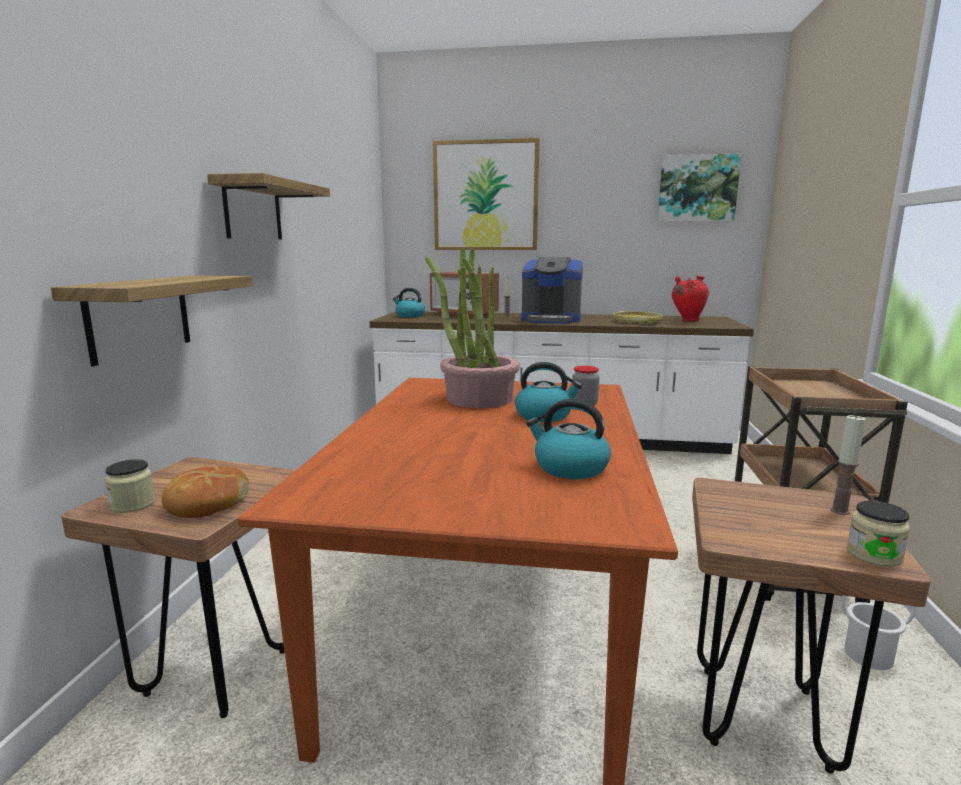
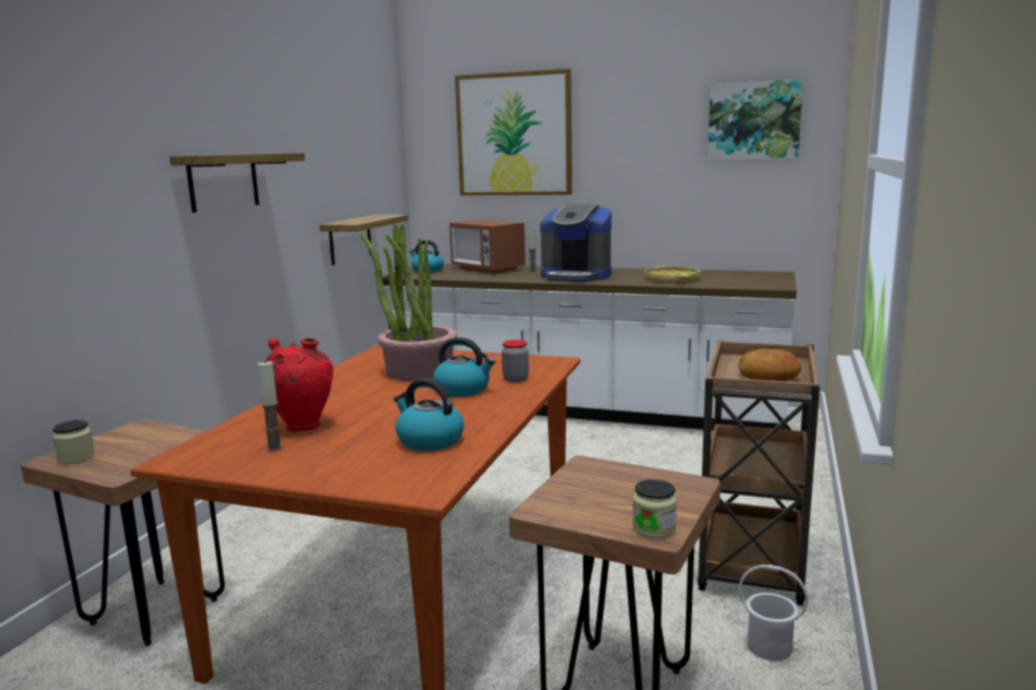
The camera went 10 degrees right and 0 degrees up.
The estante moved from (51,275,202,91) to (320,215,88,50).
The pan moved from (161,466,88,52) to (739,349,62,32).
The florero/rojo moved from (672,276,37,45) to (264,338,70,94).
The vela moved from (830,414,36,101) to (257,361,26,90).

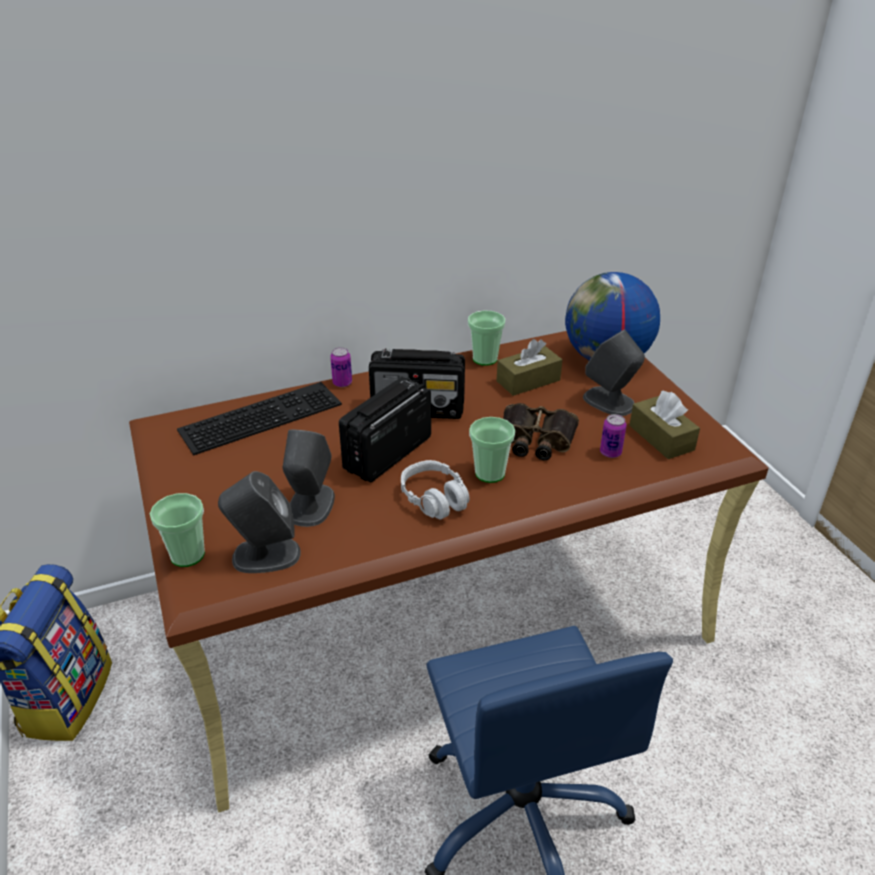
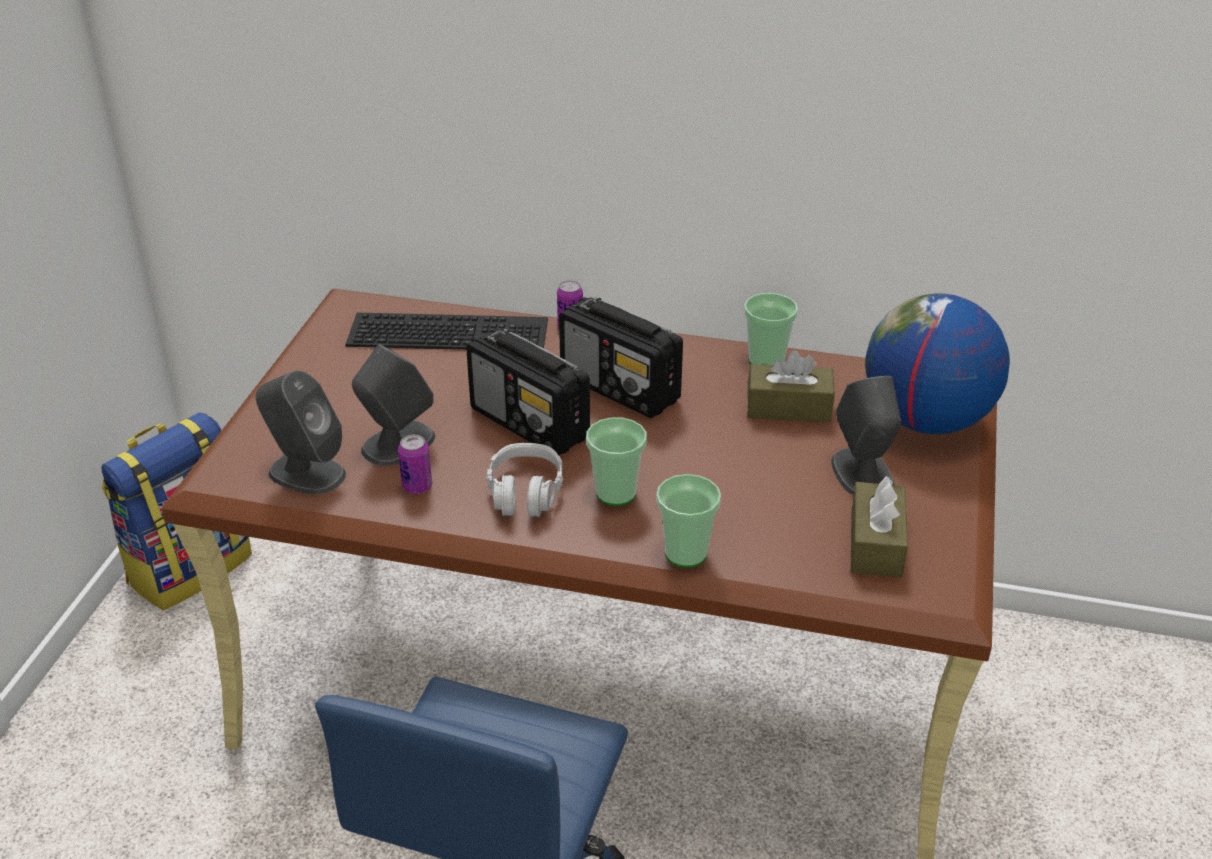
The camera went 35 degrees right and 0 degrees up.
The taza moved from (150,493,55,74) to (656,474,65,94).
The radio at (339,377,92,105) turned 120 degrees counterclockwise.
The prismáticos at (503,403,76,58) disappeared.
The lata moved from (600,414,27,44) to (398,434,34,60).

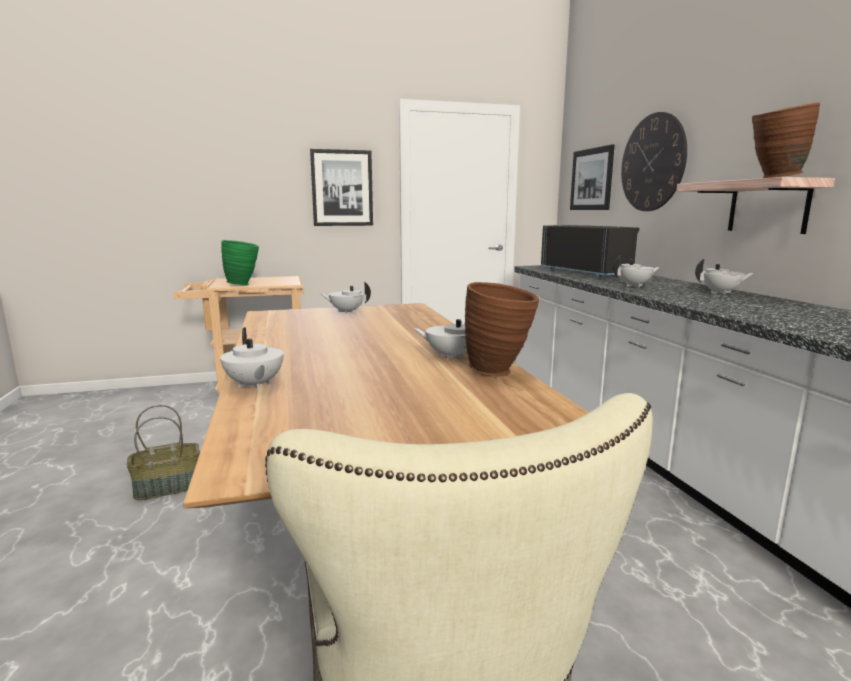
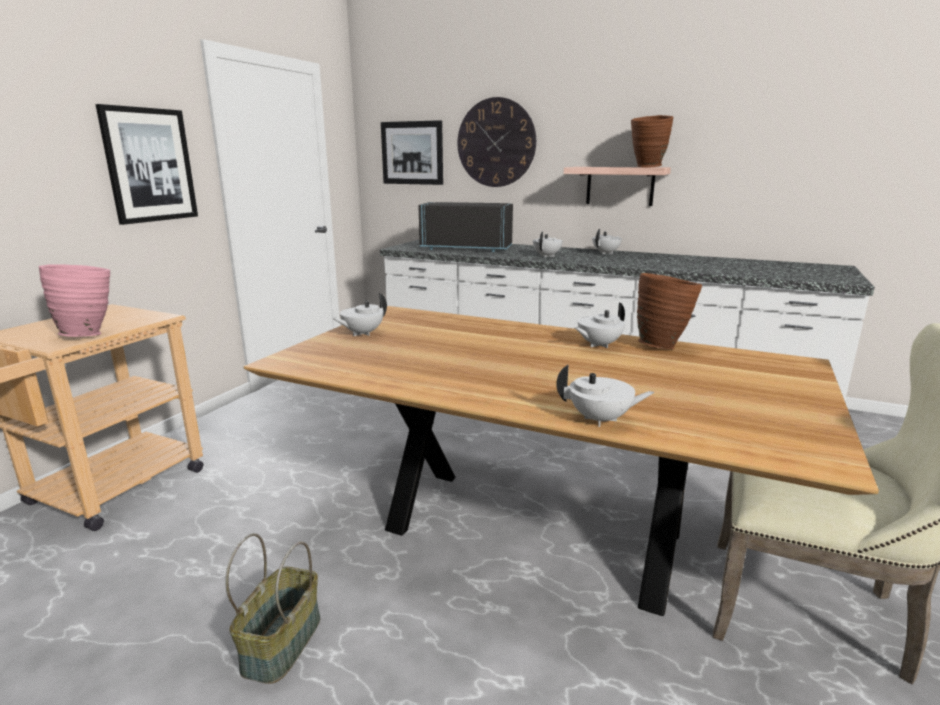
The camera went 50 degrees left and 5 degrees up.
The florero/verde at (221,240,38,45) became the florero/rosa at (39,264,71,73).

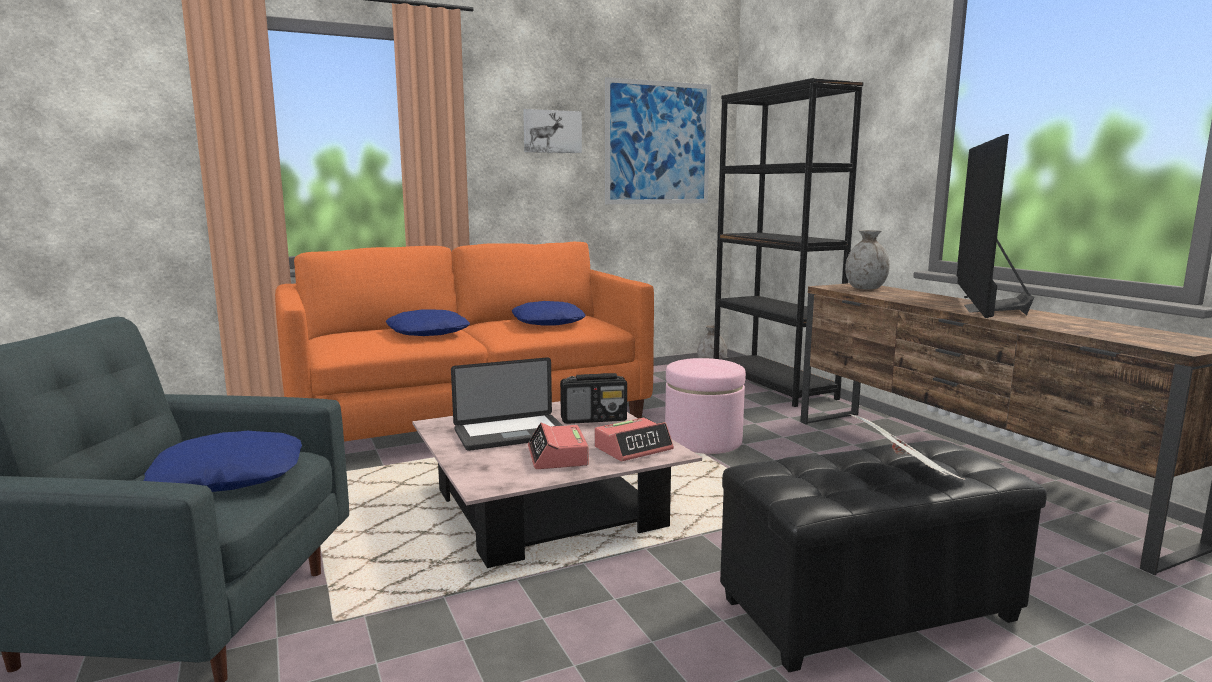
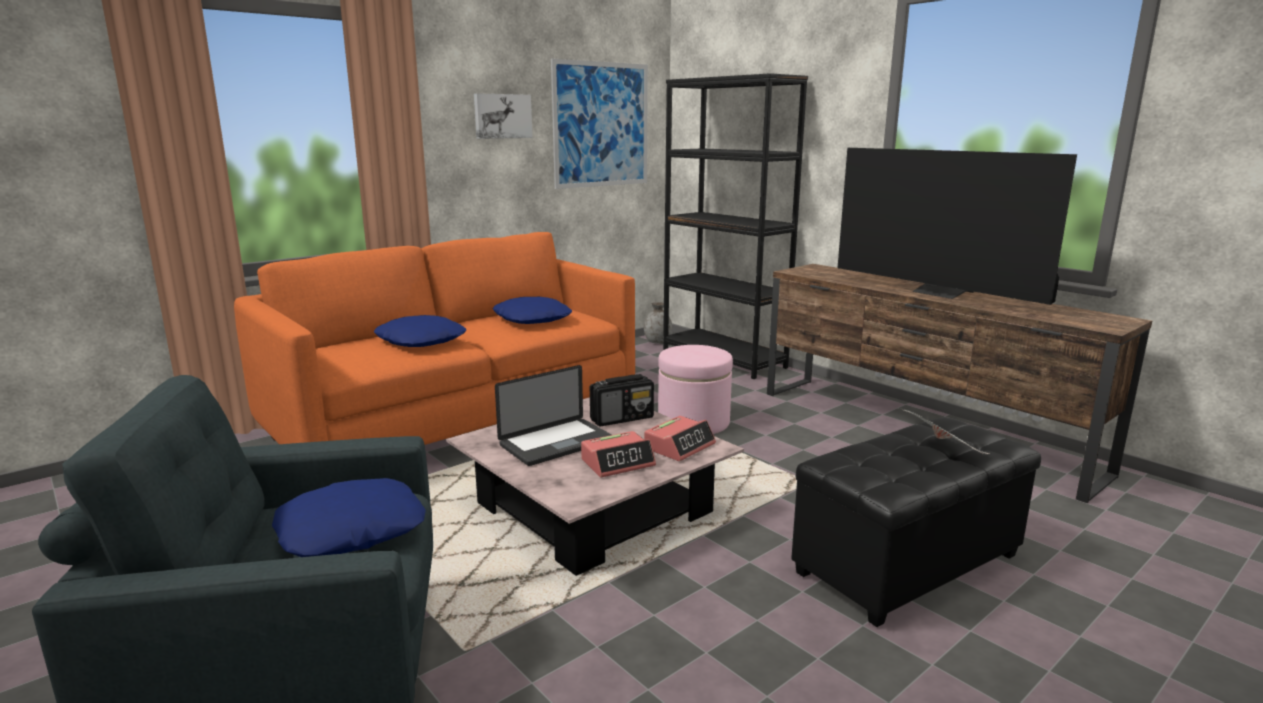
The camera went 15 degrees left and 5 degrees up.
The despertador at (528,422,61,47) turned 90 degrees counterclockwise.
The florero/gris at (845,230,45,59) disappeared.
The televisor at (956,134,78,184) turned 45 degrees counterclockwise.

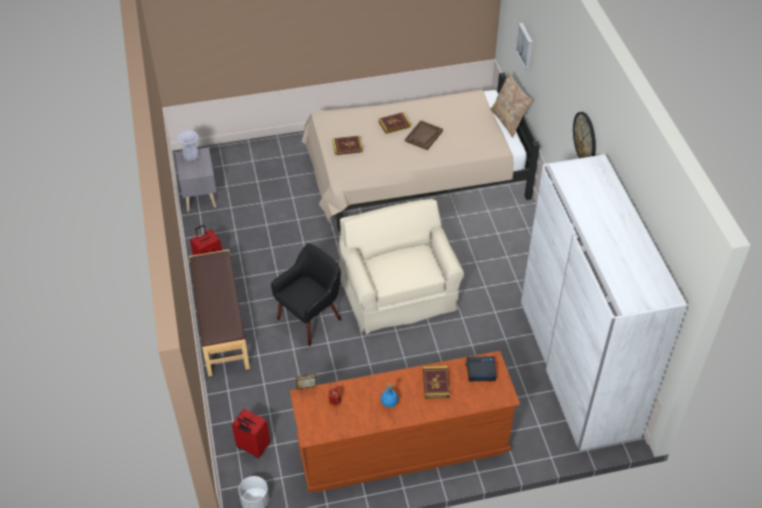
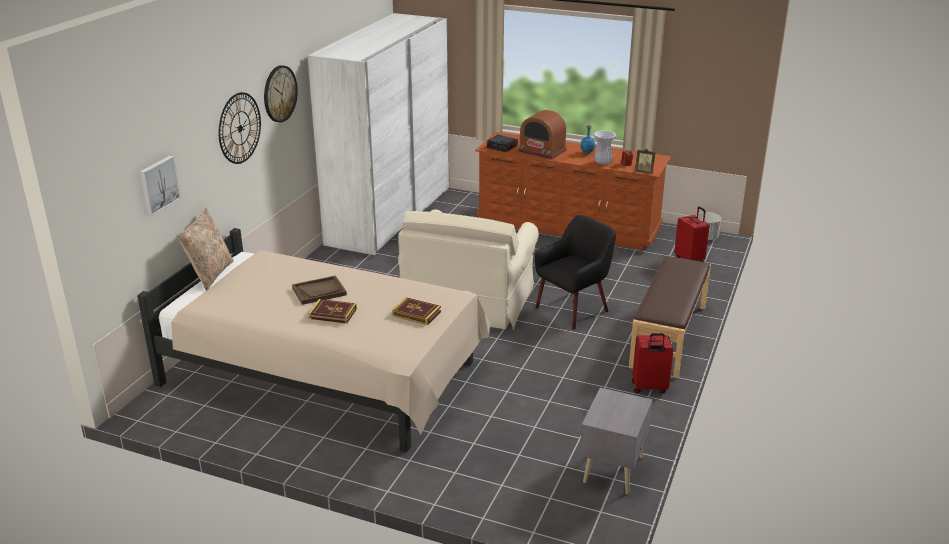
The camera went 145 degrees left and 20 degrees down.
The florero/blanco moved from (177,130,22,31) to (593,130,23,35).
The sillón/negro at (271,244,71,102) turned 150 degrees clockwise.
The libro at (423,366,27,33) was replaced by the radio at (518,110,49,49).
The reloj de pared at (219,92,42,72) appeared.

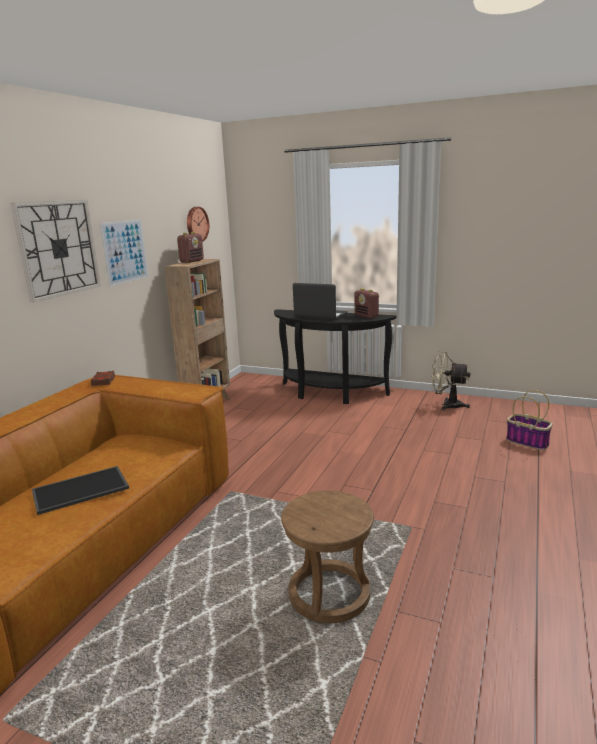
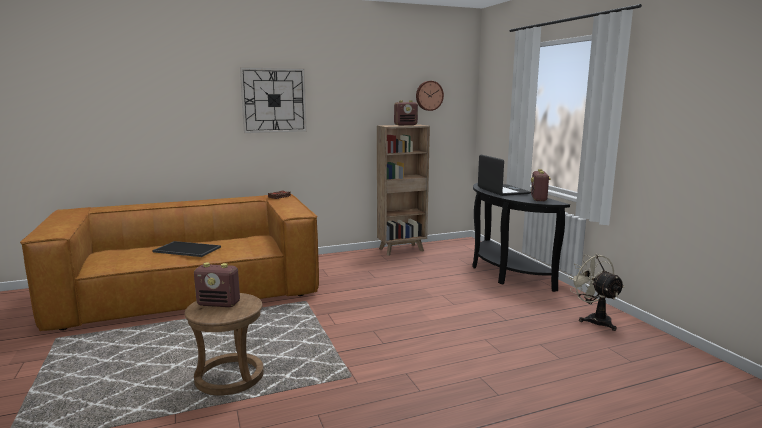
The camera went 45 degrees right and 5 degrees down.
The cuadro at (100,219,48,67) disappeared.
The cesta at (506,390,47,60) disappeared.
The radio at (194,262,46,45) appeared.

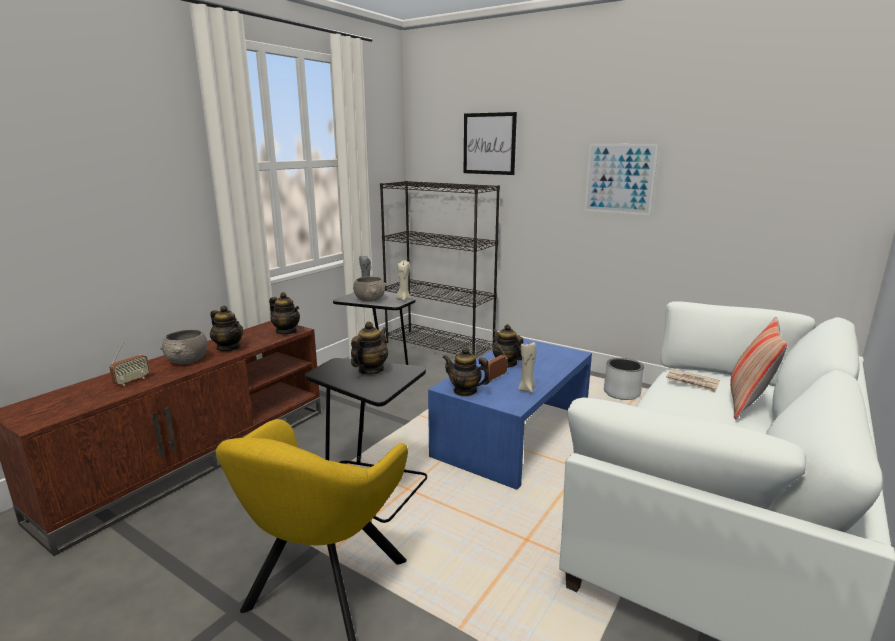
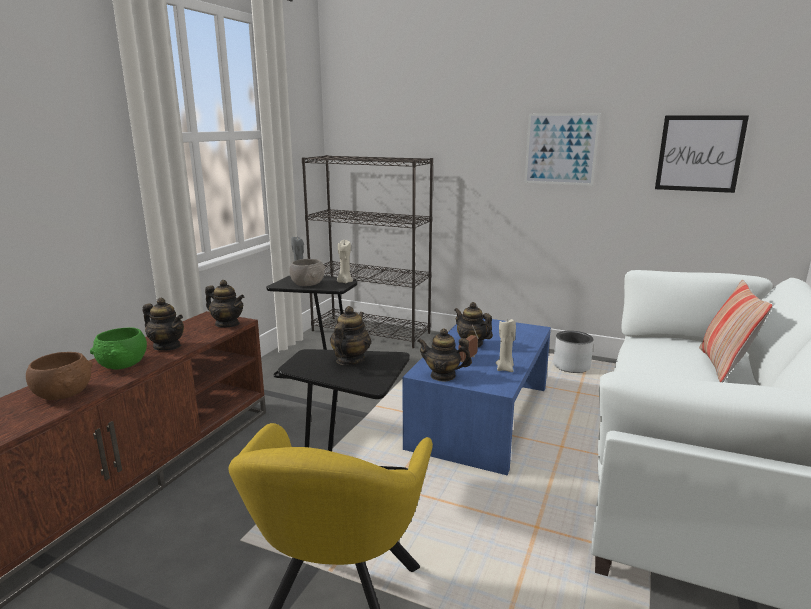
The camera went 10 degrees left and 0 degrees up.
The radio at (109,342,41,44) was replaced by the cuenco/marrón at (26,352,67,48).
The cuenco/gris at (160,329,48,35) became the cuenco/verde at (90,327,57,42).
The cuadro moved from (464,112,53,63) to (655,115,94,78).
The periódico at (666,369,54,23) disappeared.

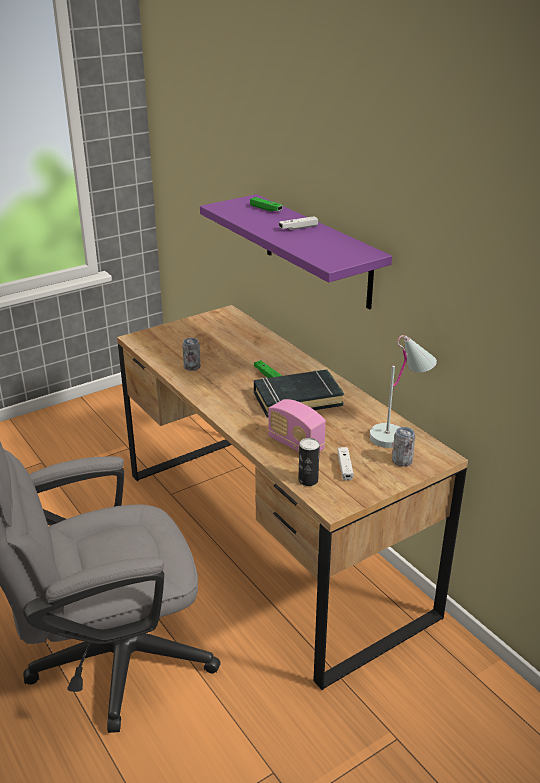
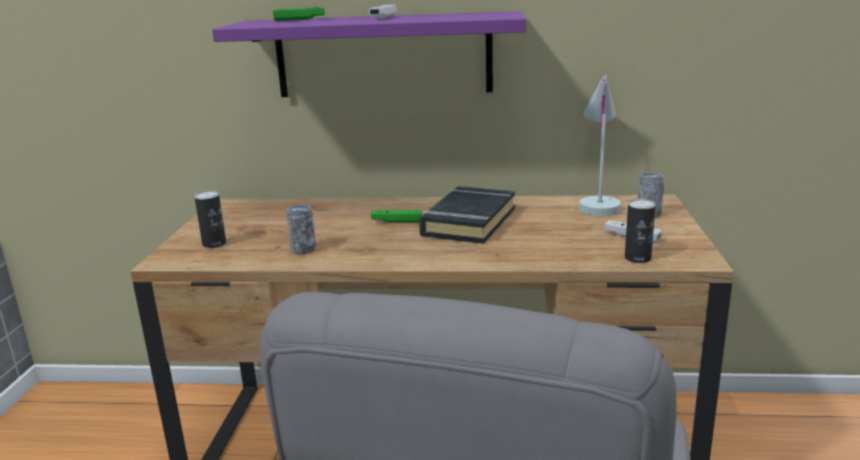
The camera went 50 degrees left and 10 degrees down.
The radio at (268,399,58,53) disappeared.
The lata at (195,191,31,57) appeared.

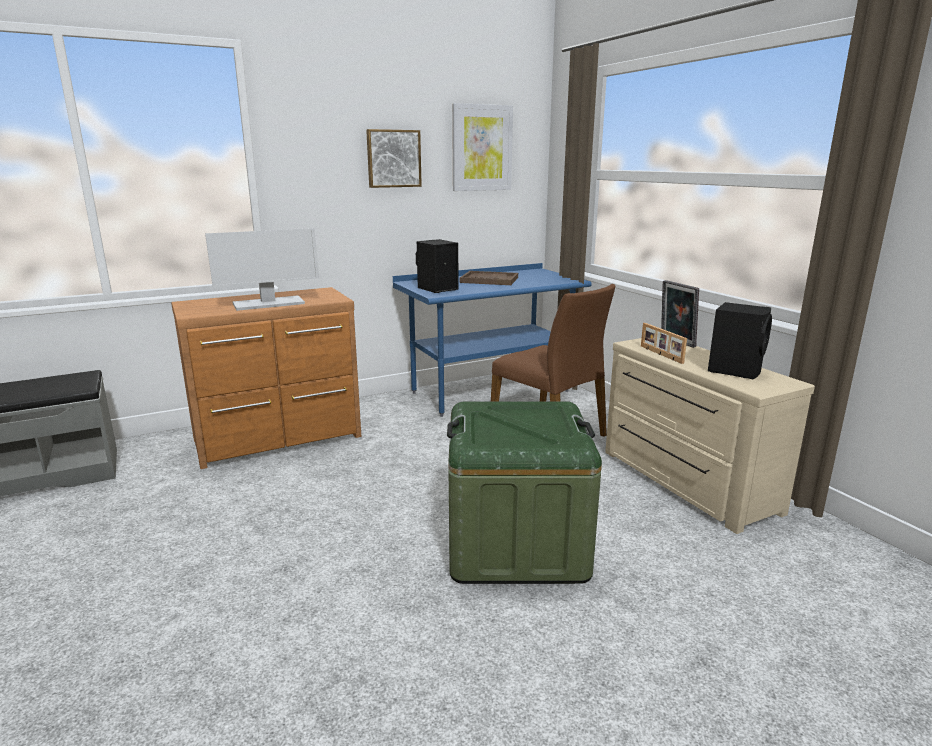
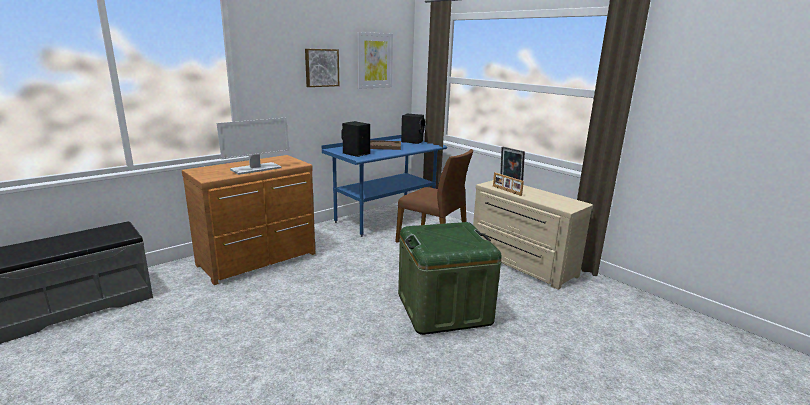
The camera went 15 degrees left and 0 degrees up.
The altavoz/negro moved from (708,302,64,77) to (401,114,24,30).

